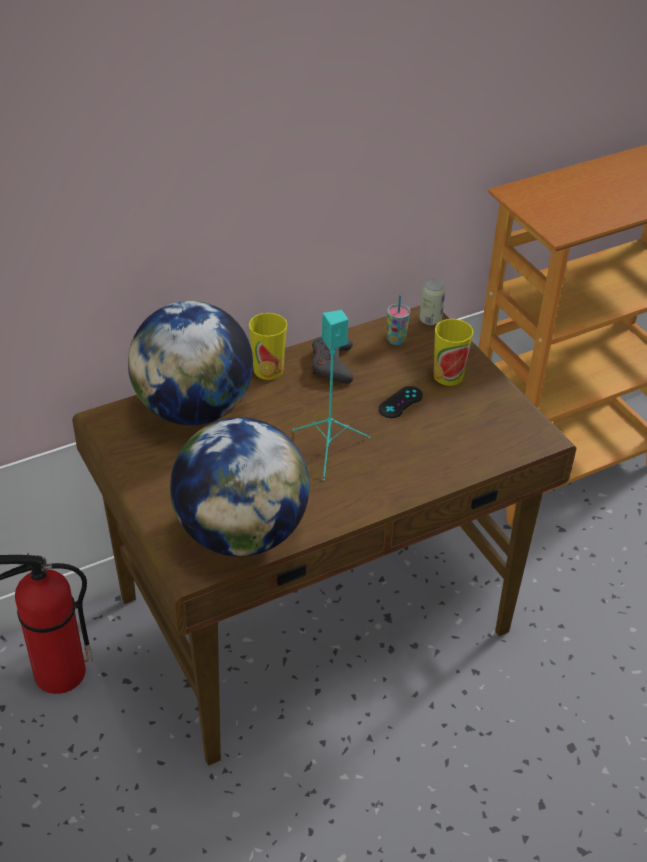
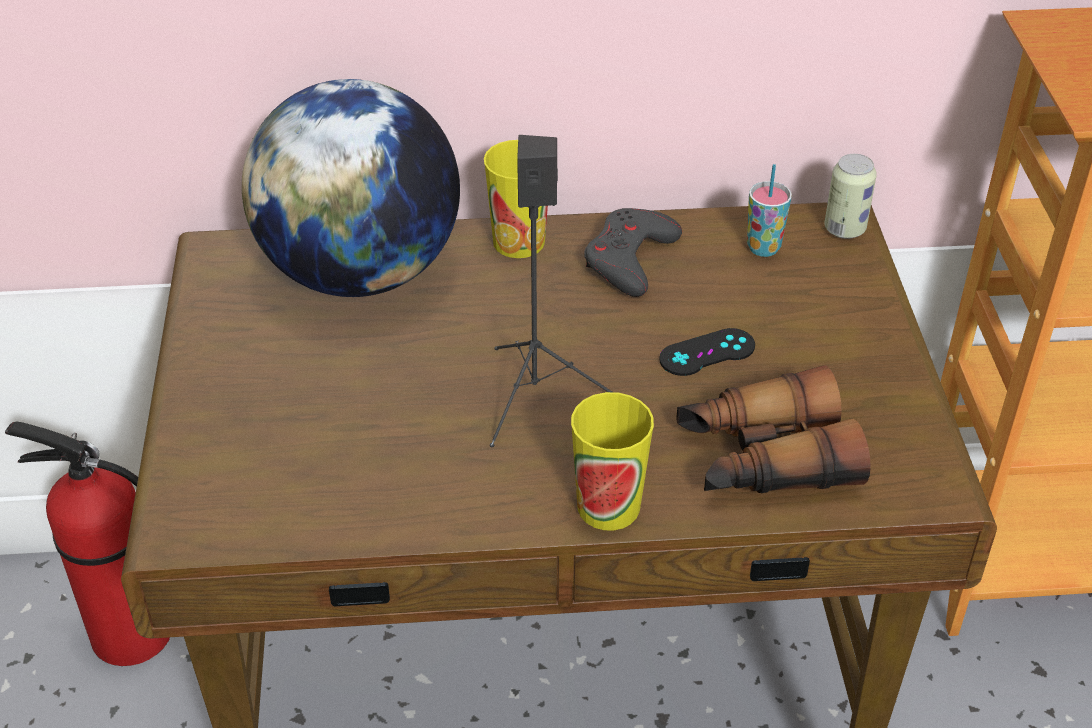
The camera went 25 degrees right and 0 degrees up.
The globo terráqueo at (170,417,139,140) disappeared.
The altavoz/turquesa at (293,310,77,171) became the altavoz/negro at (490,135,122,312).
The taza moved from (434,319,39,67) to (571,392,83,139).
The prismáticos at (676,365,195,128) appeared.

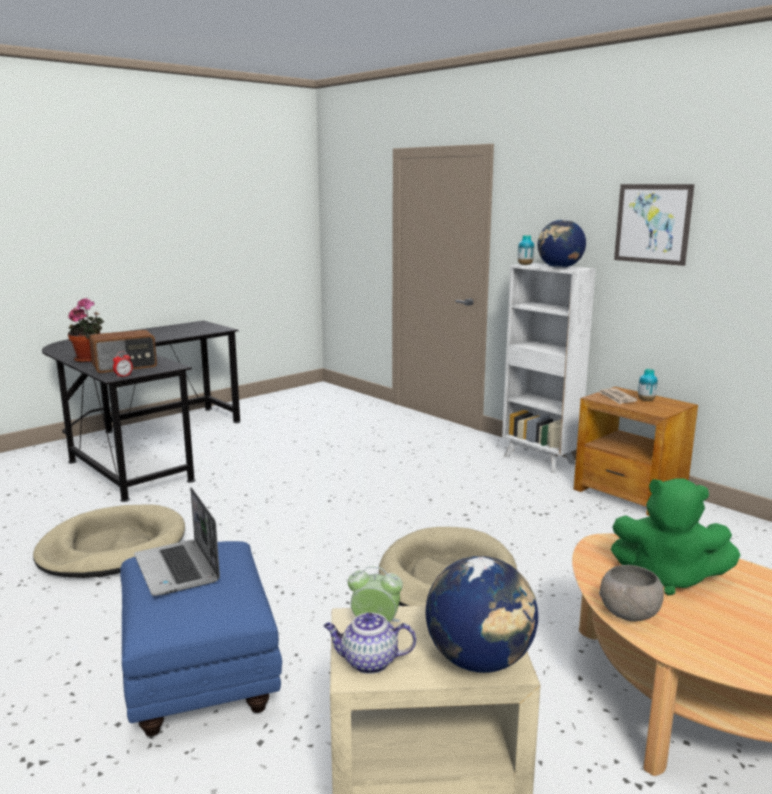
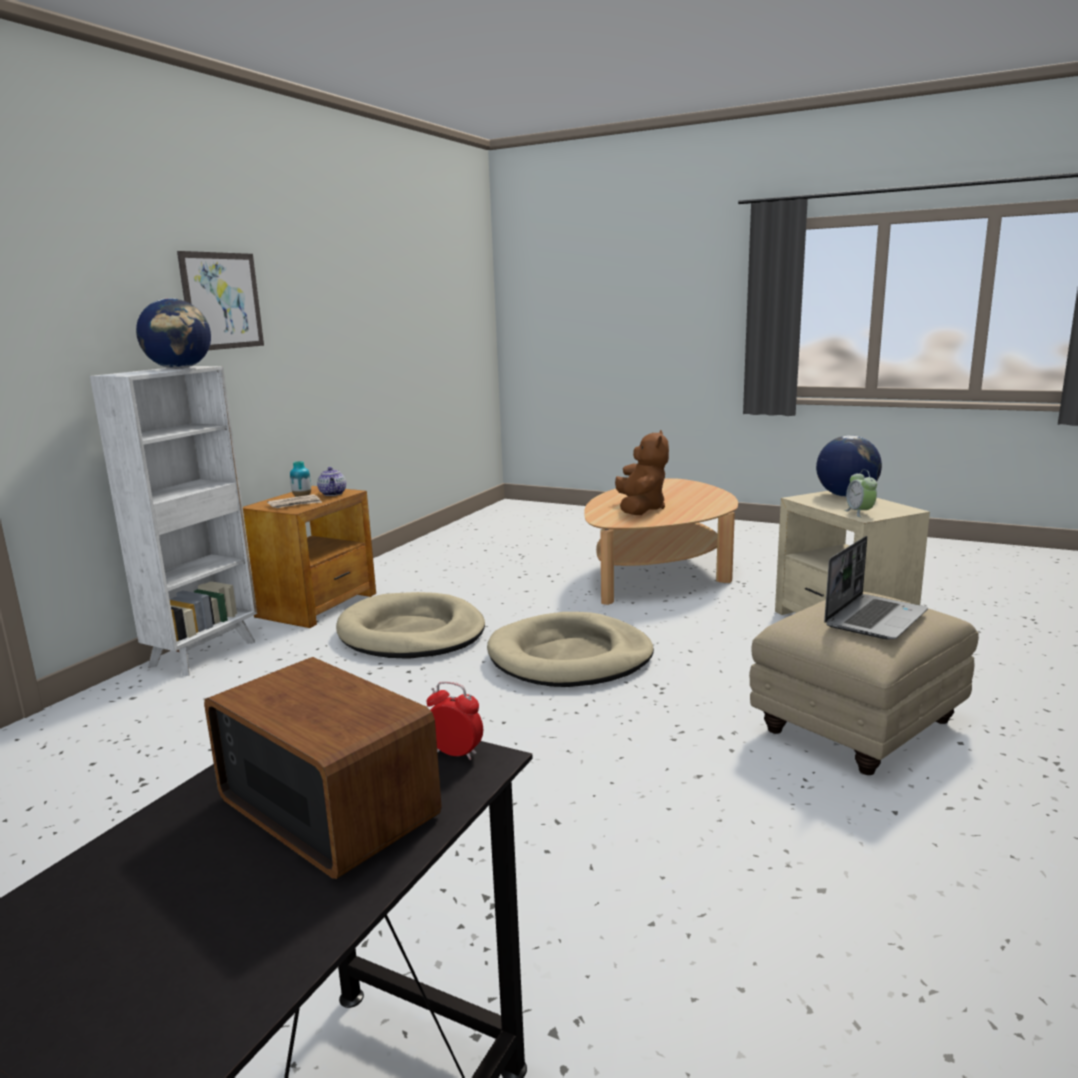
The camera went 110 degrees left and 0 degrees up.
The cama para perro/beis moved from (33,504,152,74) to (336,592,149,67).
The planta en maceta at (68,298,36,64) disappeared.
The puf/azul at (120,541,162,195) became the puf/beis at (749,592,230,183).
The tetera moved from (324,612,92,62) to (317,467,29,29).
The florero at (518,235,16,30) disappeared.
The cuenco/gris at (599,565,65,57) disappeared.
The peluche/verde at (611,478,129,118) became the peluche/marrón at (615,430,54,85).

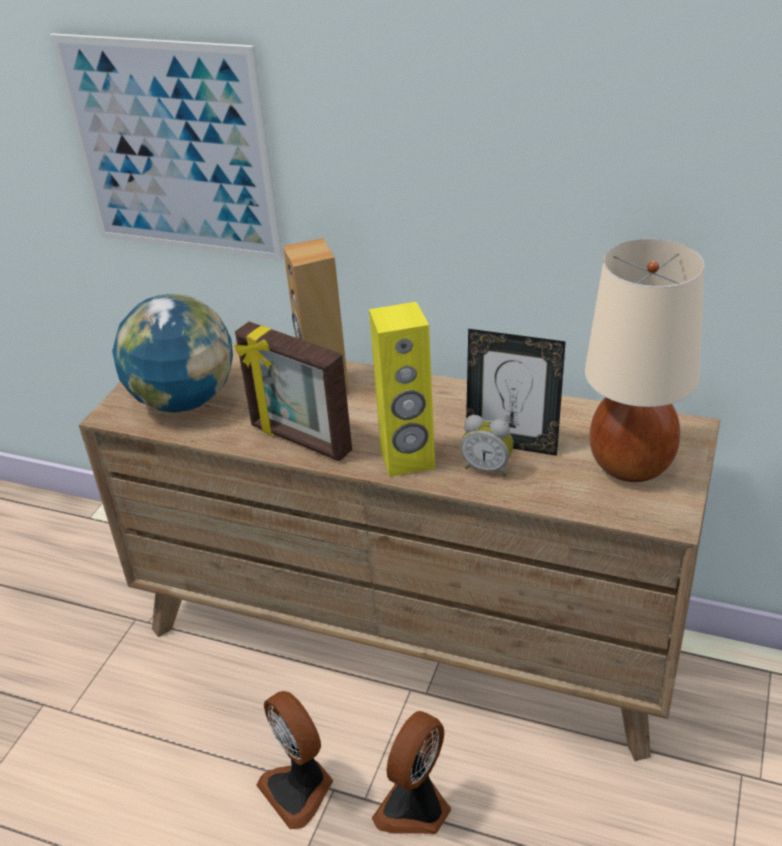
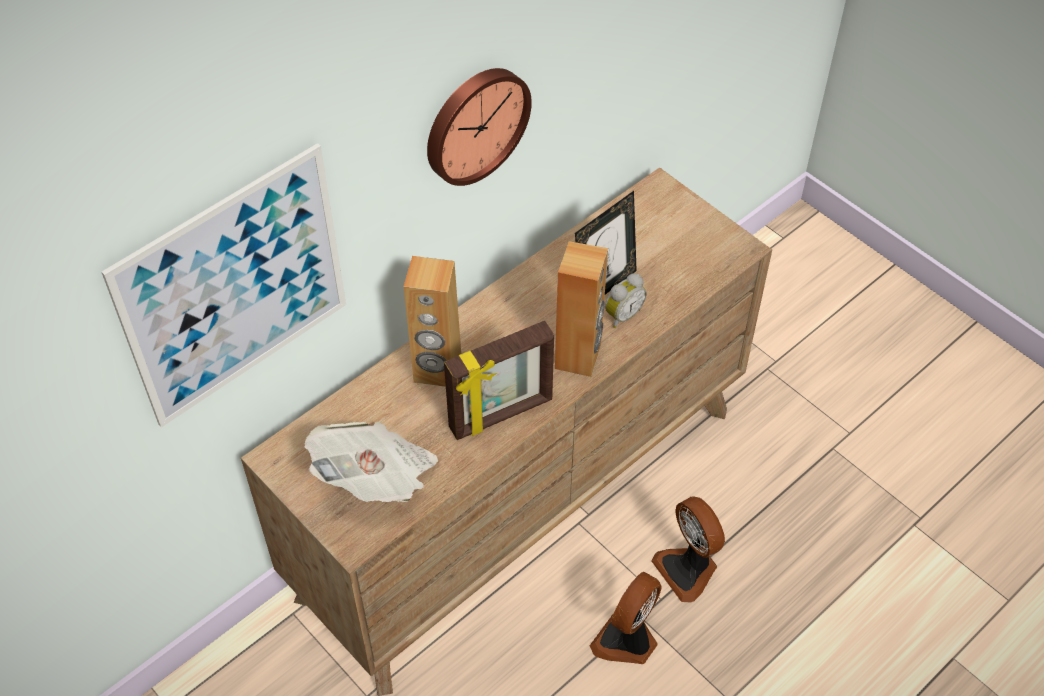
The camera went 65 degrees left and 15 degrees up.
The globo terráqueo at (112,294,121,118) was replaced by the periódico at (304,422,134,80).
The ventilador at (256,691,77,138) turned 135 degrees clockwise.
The altavoz/amarillo at (369,302,66,175) became the altavoz/marrón at (555,241,53,136).
The lámpara de mesa/beis at (585,239,120,243) disappeared.
The reloj de pared at (427,68,105,118) appeared.

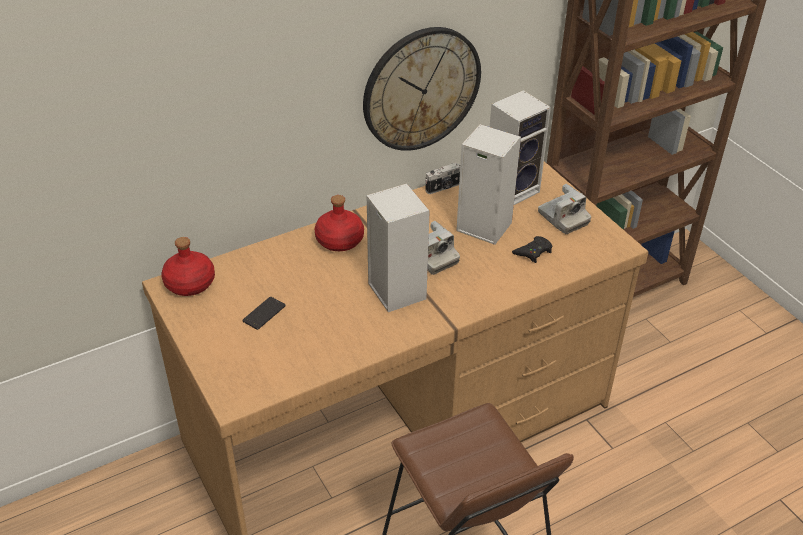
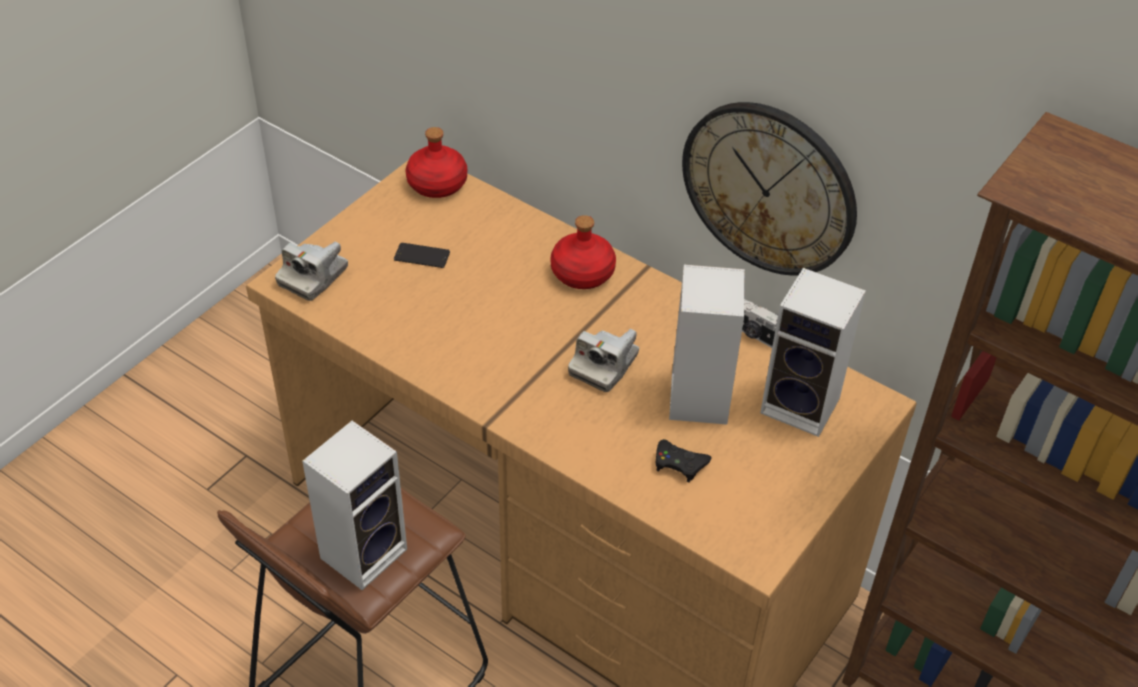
The camera went 65 degrees right and 5 degrees up.
The altavoz moved from (367,183,63,129) to (302,421,105,169).
The cámara moved from (538,184,53,50) to (275,241,73,60).

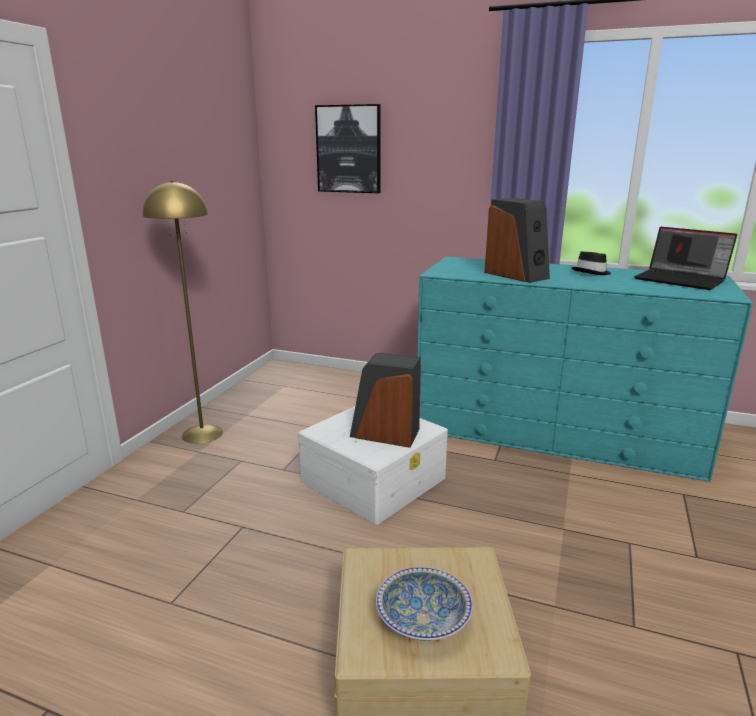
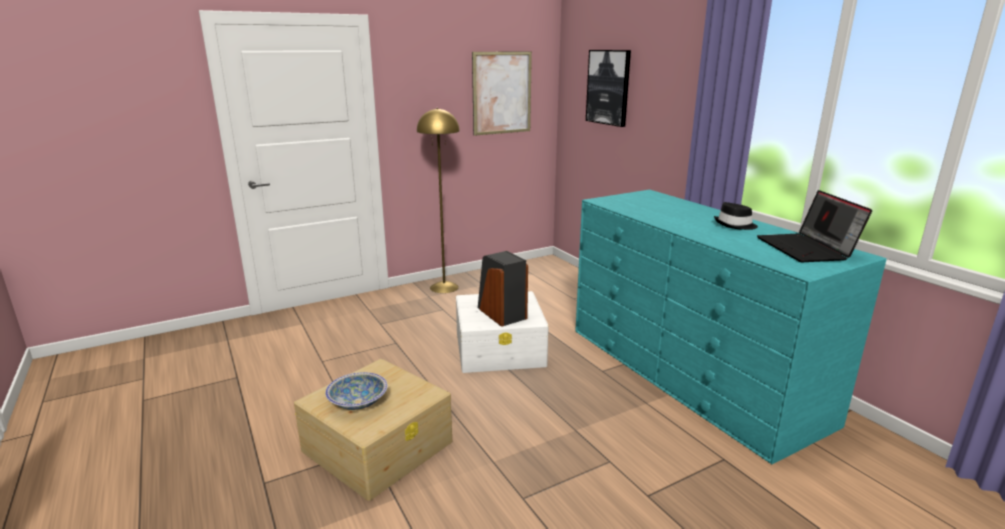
The camera went 40 degrees right and 0 degrees up.
The altavoz at (484,198,66,85) disappeared.
The cuadro at (472,51,60,85) appeared.

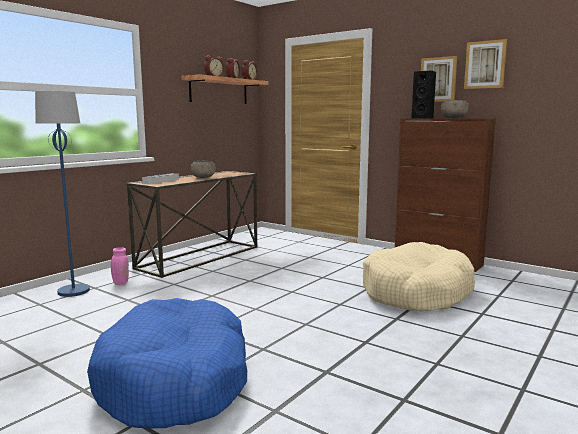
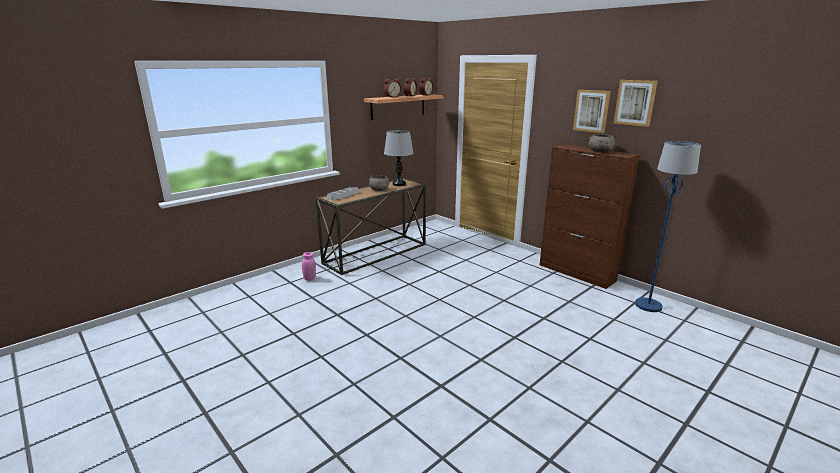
The camera went 10 degrees right and 10 degrees up.
The lámpara de pie/azul moved from (35,91,55,206) to (635,141,66,171).
The cama para perro/azul at (87,298,160,130) disappeared.
The cama para perro/beis at (363,242,112,70) disappeared.
The altavoz/negro at (411,70,25,49) disappeared.
The lámpara de mesa/gris at (384,130,30,56) appeared.

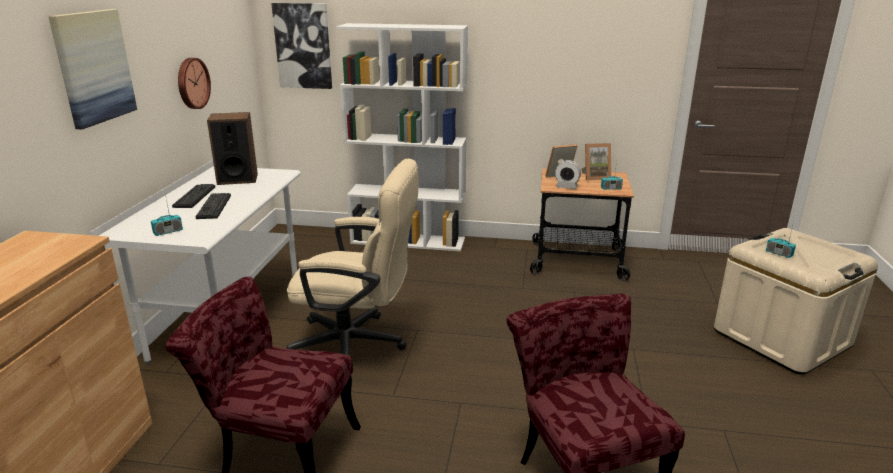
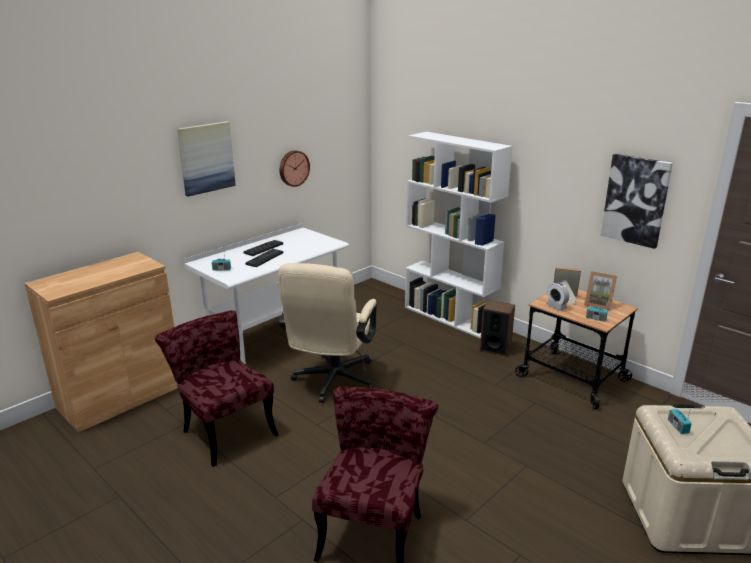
The camera went 35 degrees right and 0 degrees up.
The altavoz moved from (207,112,51,73) to (480,300,35,57).
The cuadro moved from (271,3,61,86) to (601,154,72,95).
The silla de oficina/beis at (287,159,132,197) turned 60 degrees clockwise.

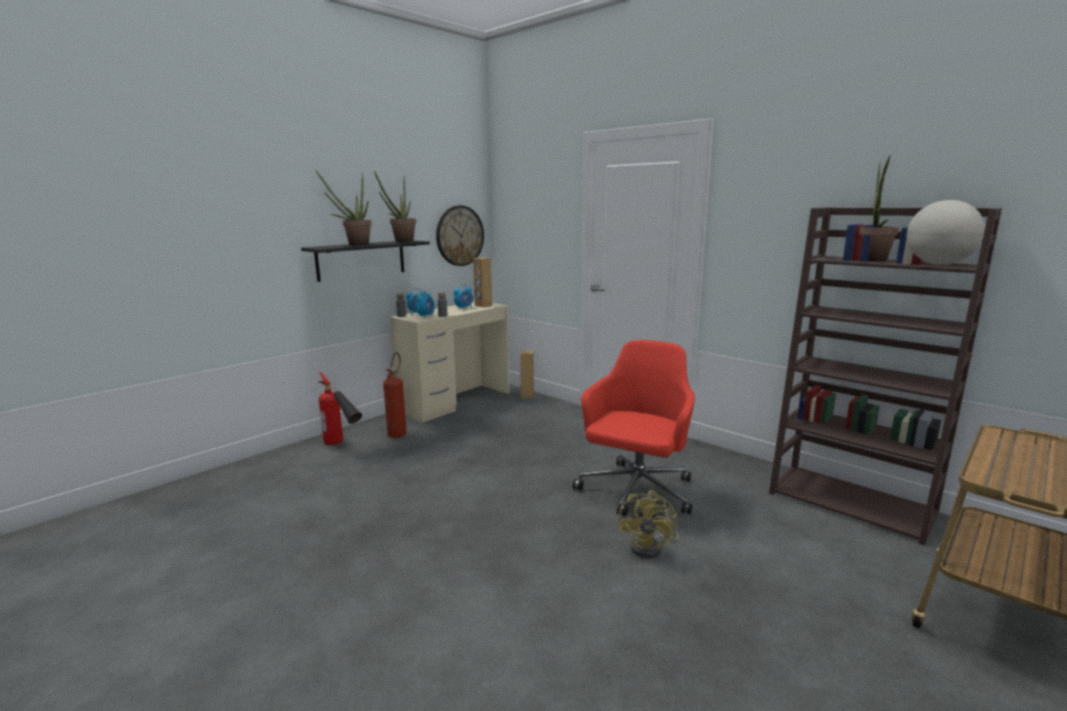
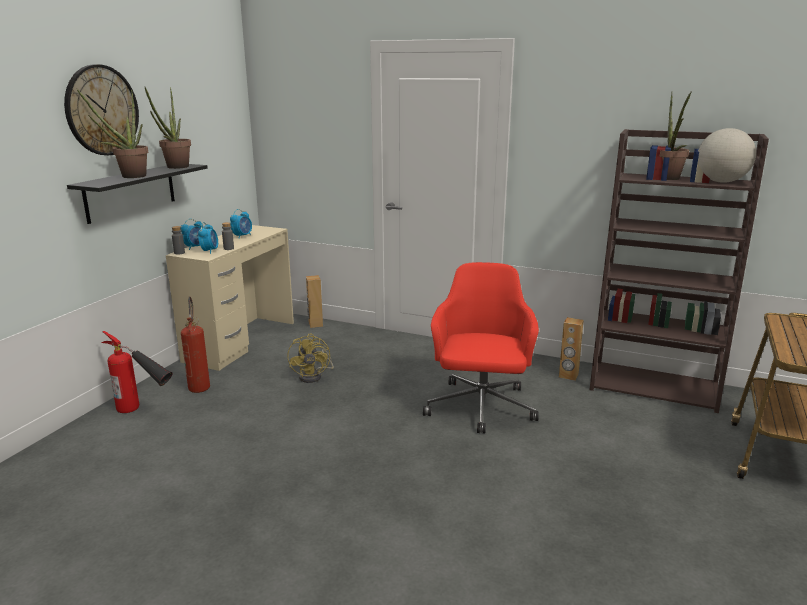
The camera went 20 degrees left and 5 degrees up.
The reloj de pared moved from (436,206,48,60) to (64,64,75,91).
The altavoz/marrón moved from (473,257,19,50) to (559,317,25,64).
The ventilador/amarillo moved from (618,490,61,68) to (287,333,47,50).

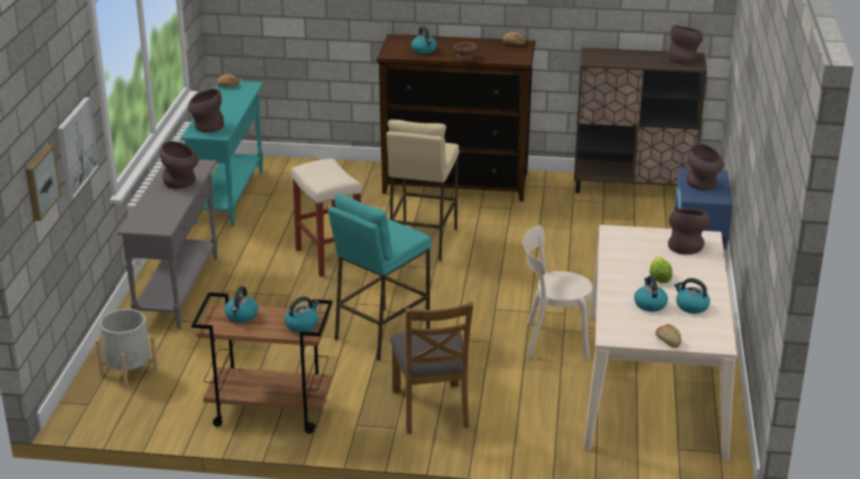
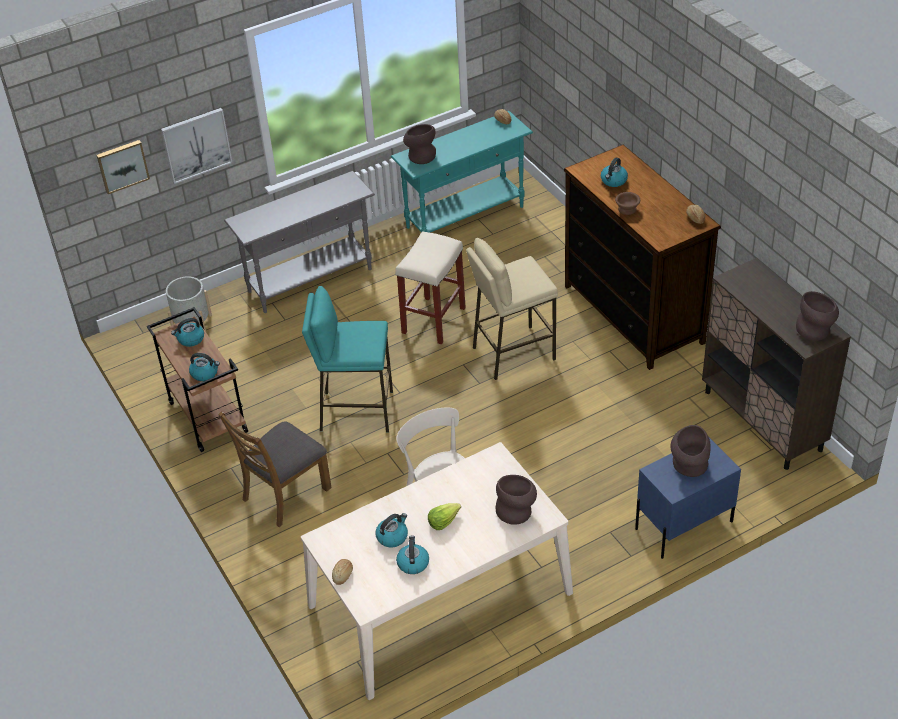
The camera went 55 degrees right and 15 degrees up.
The florero/marrón at (160,141,39,48) disappeared.

